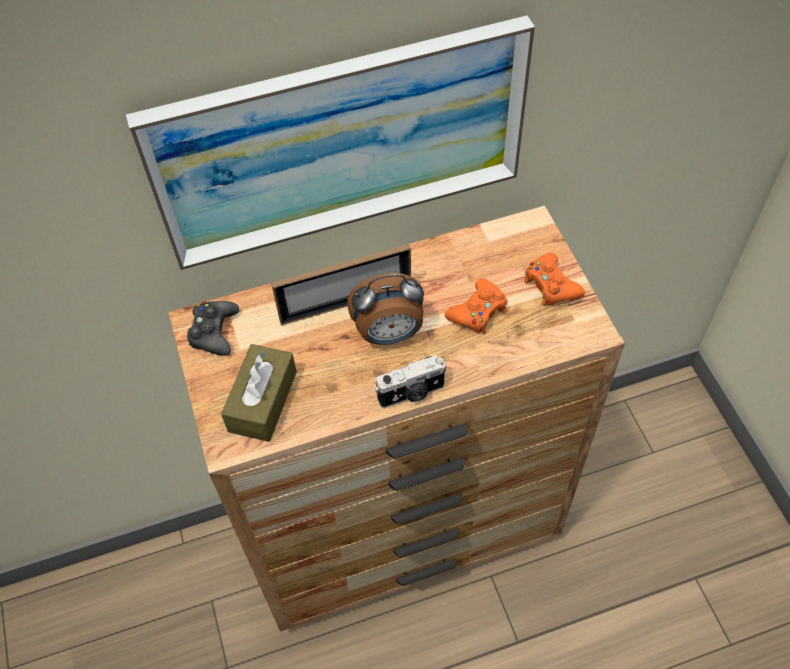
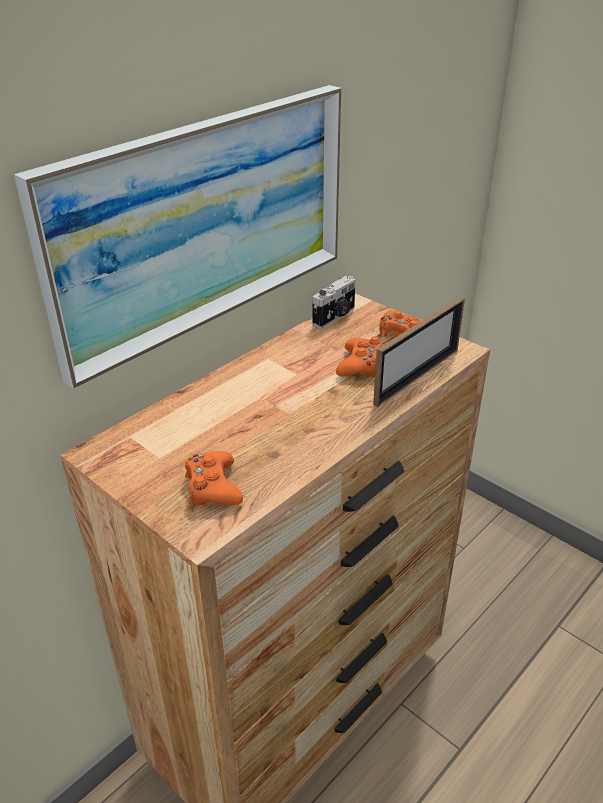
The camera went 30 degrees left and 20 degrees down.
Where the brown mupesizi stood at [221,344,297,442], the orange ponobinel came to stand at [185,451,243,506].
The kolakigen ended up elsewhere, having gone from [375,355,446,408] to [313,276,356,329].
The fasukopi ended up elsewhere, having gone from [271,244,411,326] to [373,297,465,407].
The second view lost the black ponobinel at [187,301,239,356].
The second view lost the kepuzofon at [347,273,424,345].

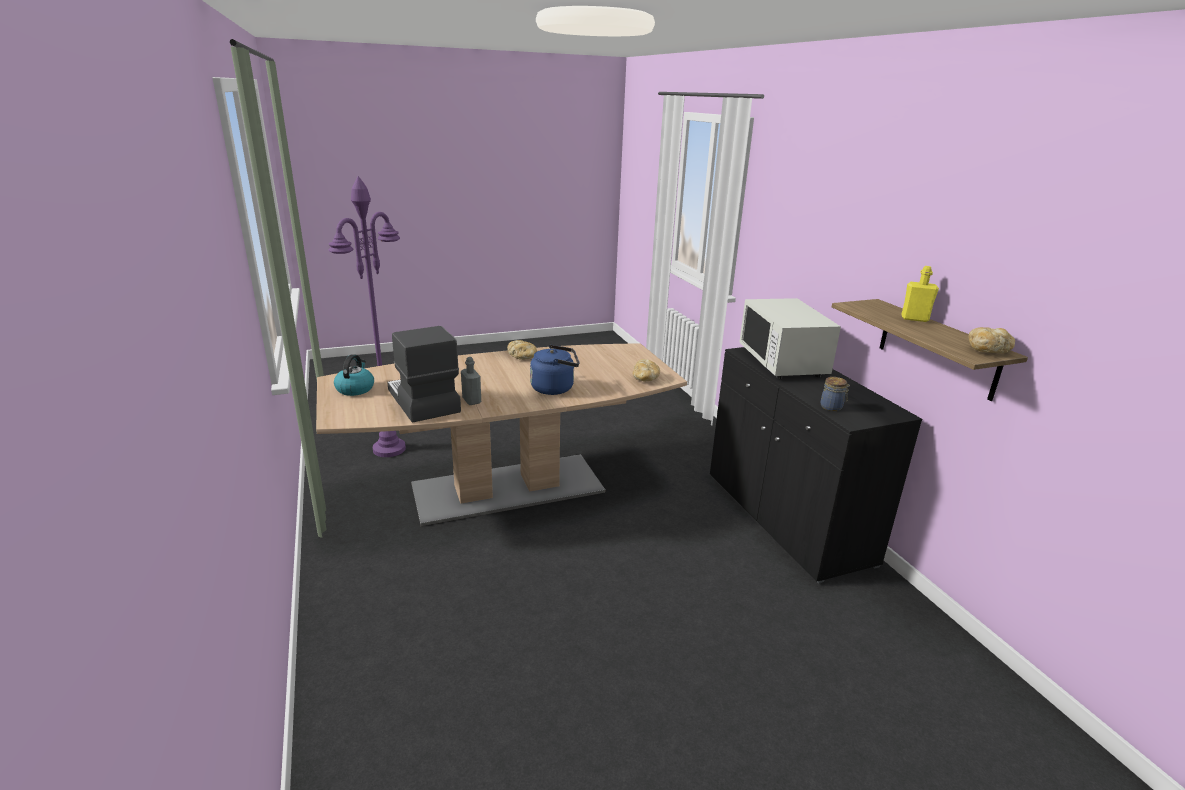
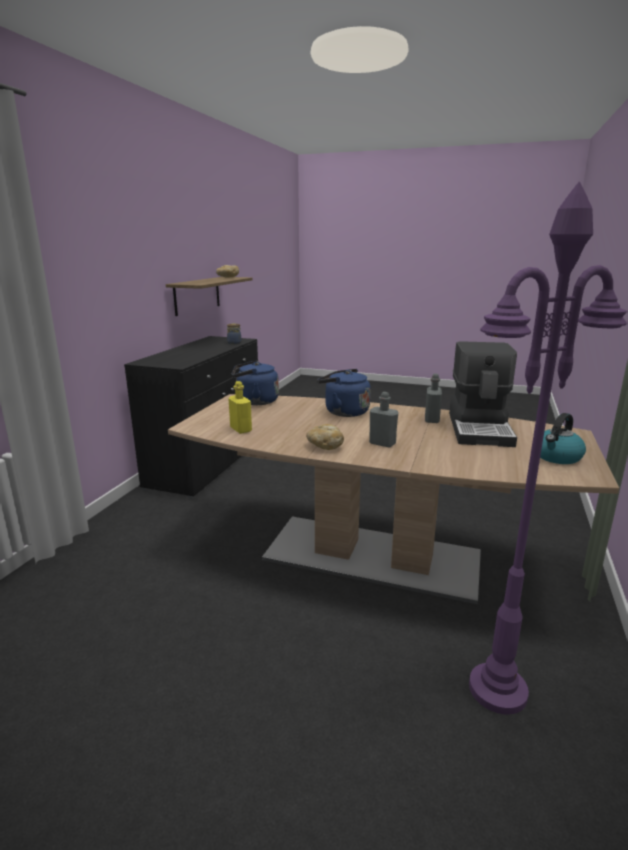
The camera went 140 degrees left and 5 degrees down.
The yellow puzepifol ended up elsewhere, having gone from [901,266,939,322] to [228,381,252,434].
Where the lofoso stood at [632,359,660,381], the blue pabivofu came to stand at [231,360,279,405].
The second view gained the grey puzepifol at [369,392,398,447].
The second view lost the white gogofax at [739,298,841,379].

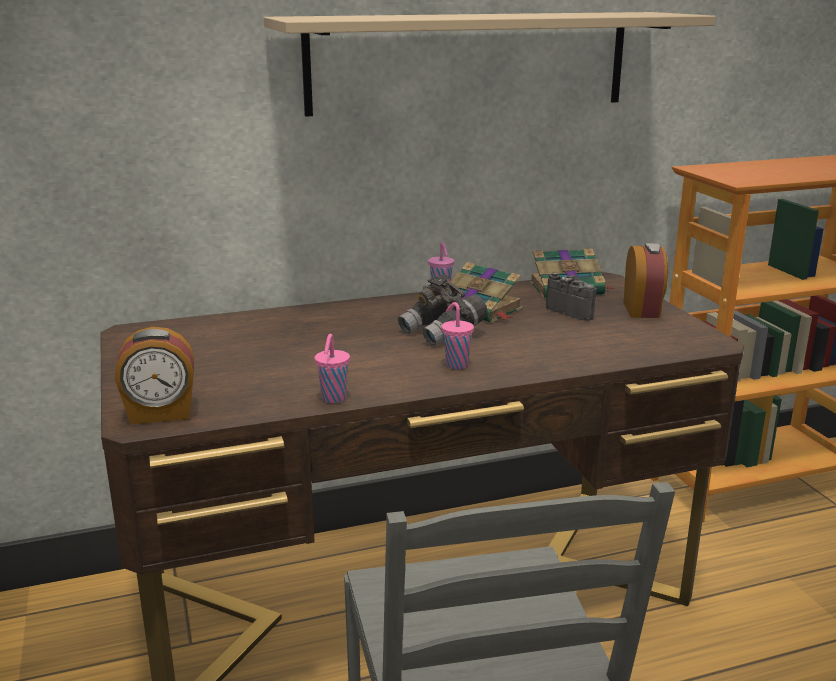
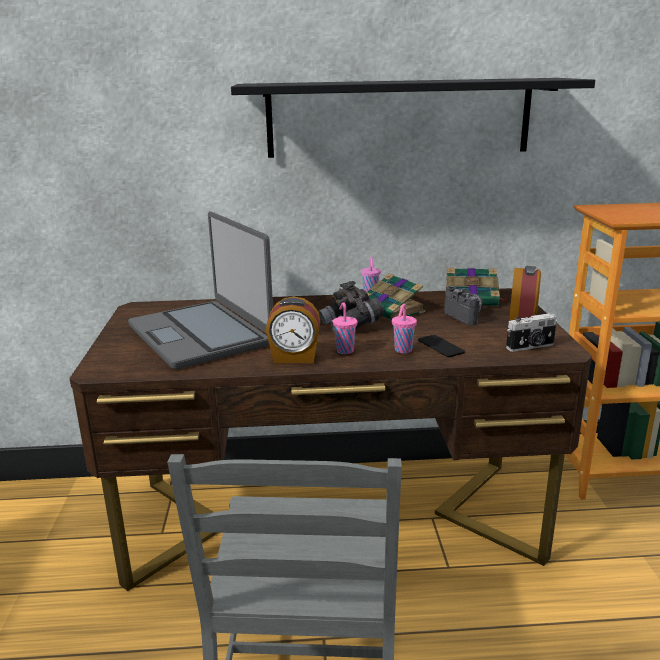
The camera went 15 degrees right and 0 degrees up.
The second view gained the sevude at [128,211,273,370].
What was the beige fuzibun at [264,12,716,117] turned into the black fuzibun at [231,78,595,158].
The kepuzofon ended up elsewhere, having gone from [115,327,194,424] to [266,297,320,363].
The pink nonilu ended up elsewhere, having gone from [315,334,350,403] to [392,304,417,353].
The second view gained the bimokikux at [418,335,465,357].
The second view gained the kolakigen at [506,313,557,352].

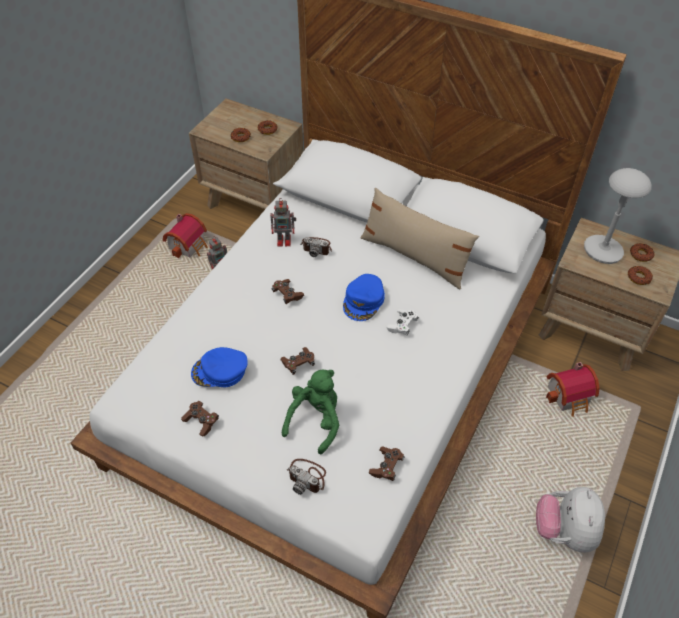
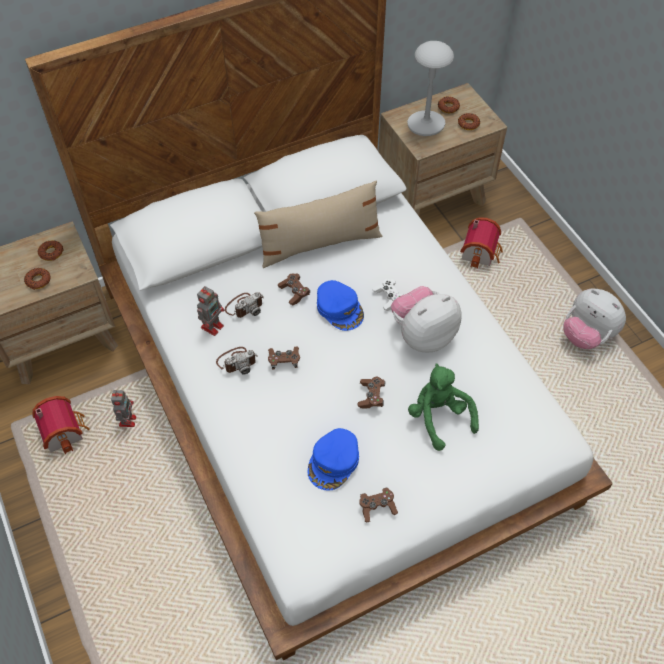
The camera went 55 degrees left and 5 degrees up.
The kolakigen ended up elsewhere, having gone from [287,459,326,495] to [216,347,258,375].
The brown ponobinel ended up elsewhere, having gone from [369,446,405,481] to [278,273,310,305].
The second view gained the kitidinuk at [391,286,462,352].

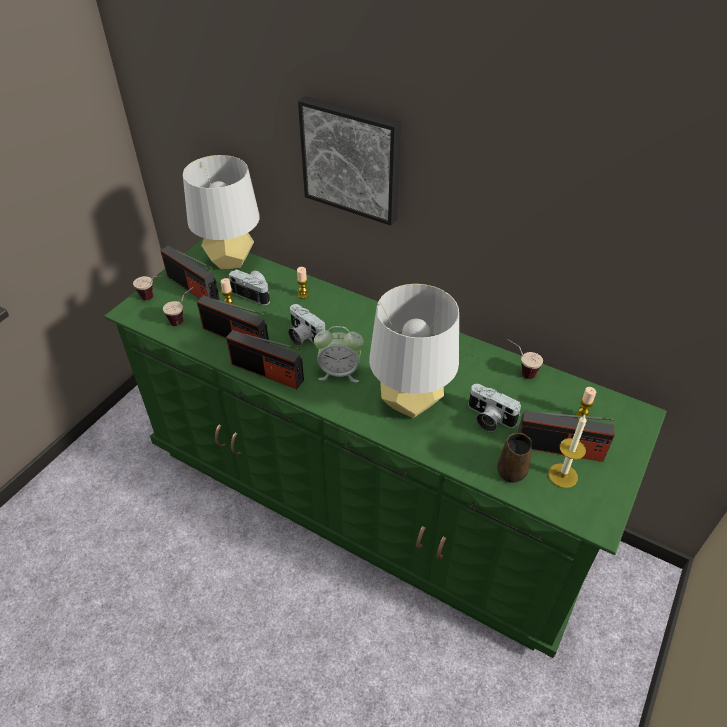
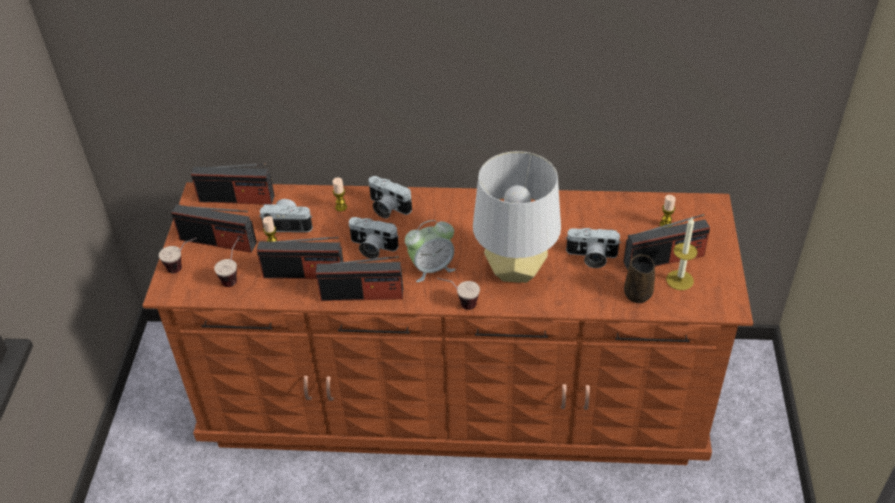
The camera went 25 degrees left and 0 degrees up.
What was the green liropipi at [104,239,667,658] turned into the brown liropipi at [142,182,753,465].
Where the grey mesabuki stood at [183,155,260,269], the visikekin came to stand at [191,163,275,205].
The second view gained the kolakigen at [369,176,412,218].
The nonilu ended up elsewhere, having gone from [507,339,543,379] to [437,278,480,310].
The second view lost the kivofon at [298,96,401,226].

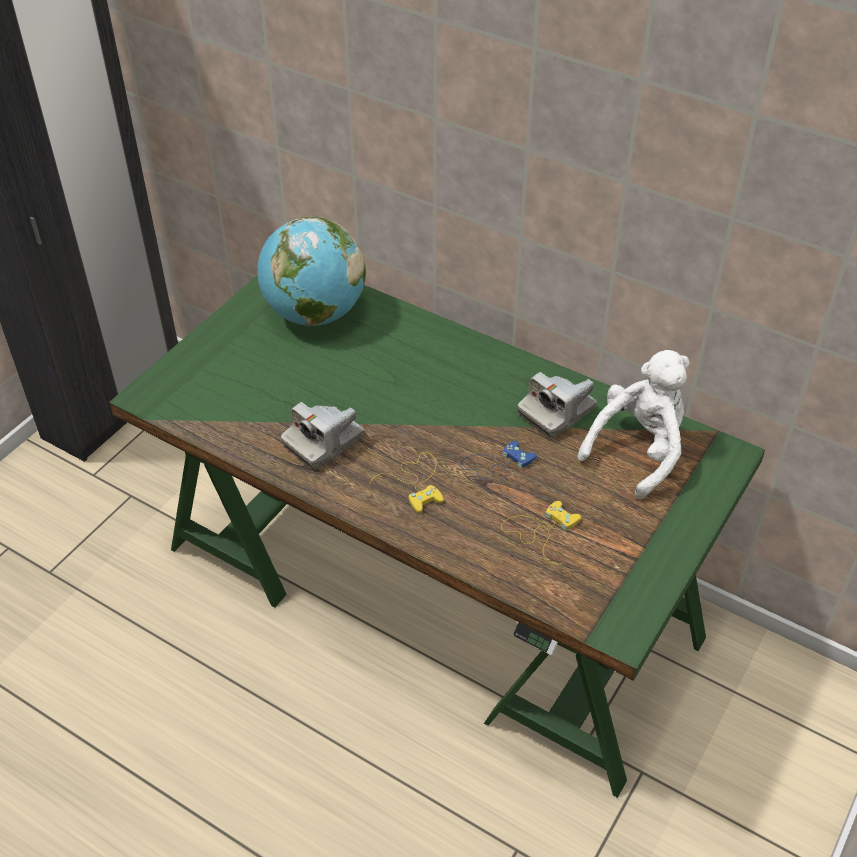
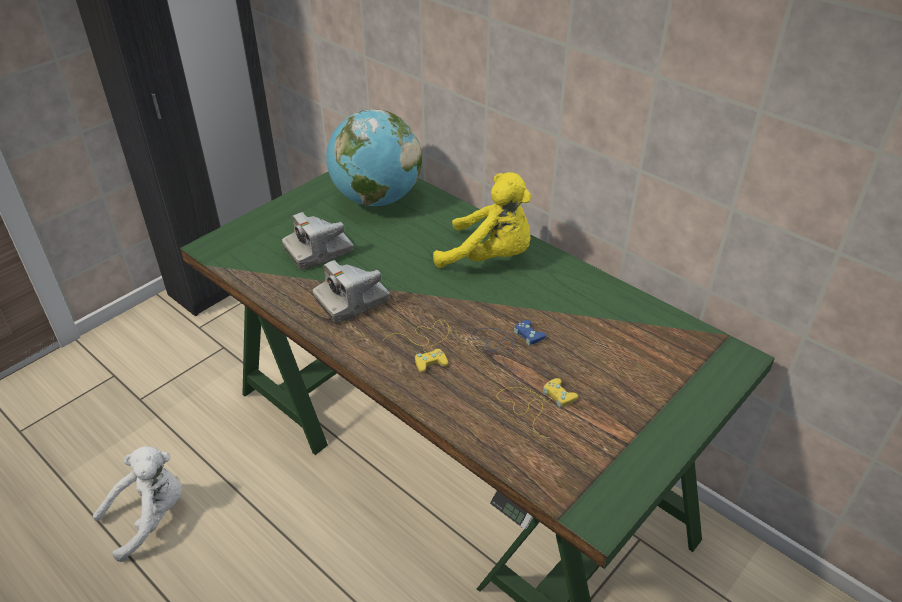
The camera went 10 degrees right and 5 degrees down.
The white kitidinuk ended up elsewhere, having gone from [578,350,690,499] to [93,446,182,562].
The kolakigen ended up elsewhere, having gone from [517,372,597,438] to [282,212,353,270].
The second view gained the yellow kitidinuk at [433,172,531,268].

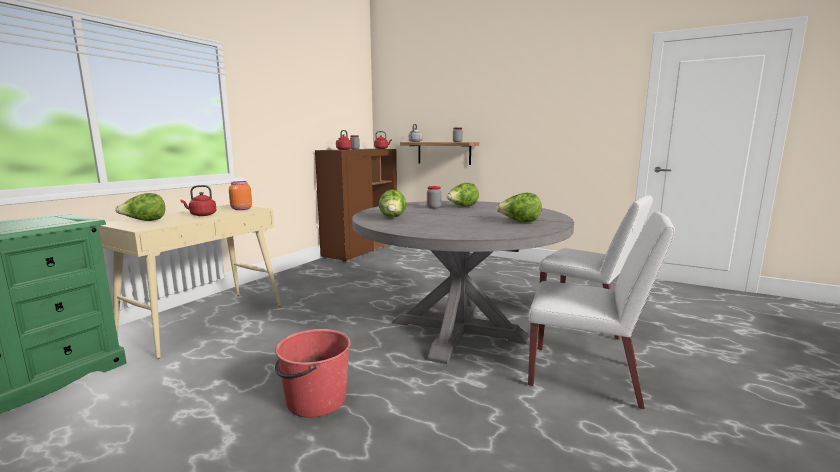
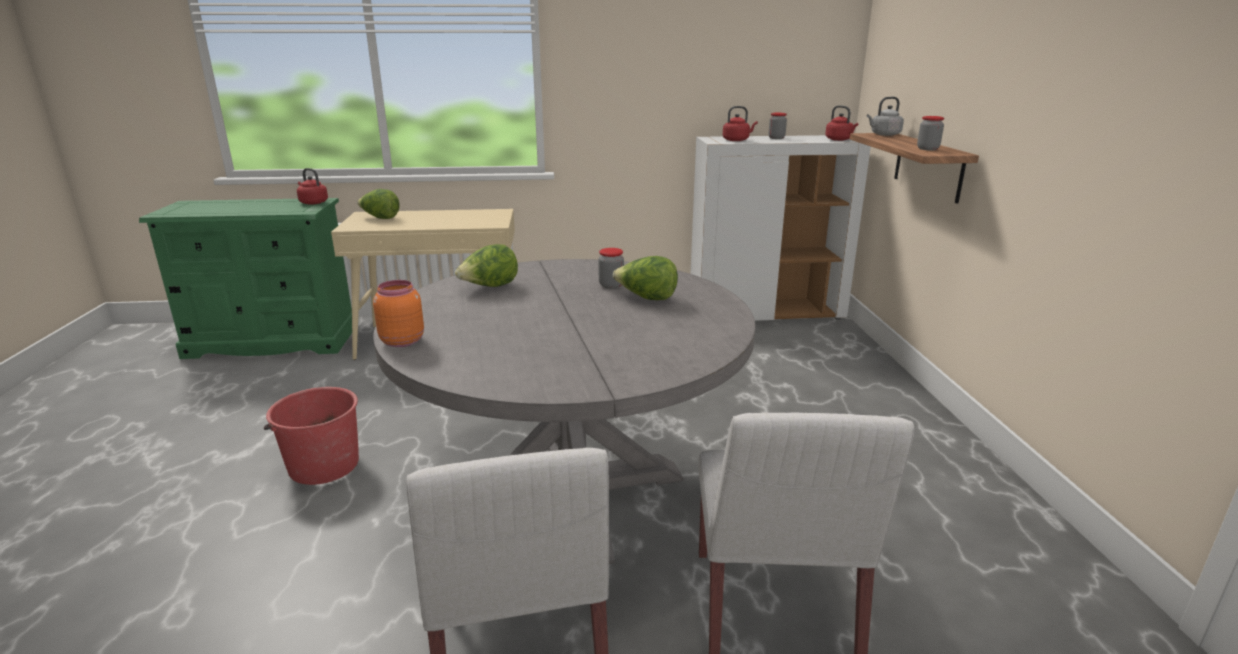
The camera went 55 degrees right and 10 degrees up.
The red pabivofu ended up elsewhere, having gone from [180,185,216,216] to [297,168,328,205].
The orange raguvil ended up elsewhere, having gone from [229,181,252,210] to [373,280,424,347].
What was the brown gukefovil at [315,149,397,262] turned into the white gukefovil at [691,135,871,321].
The second view lost the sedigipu at [496,193,542,222].

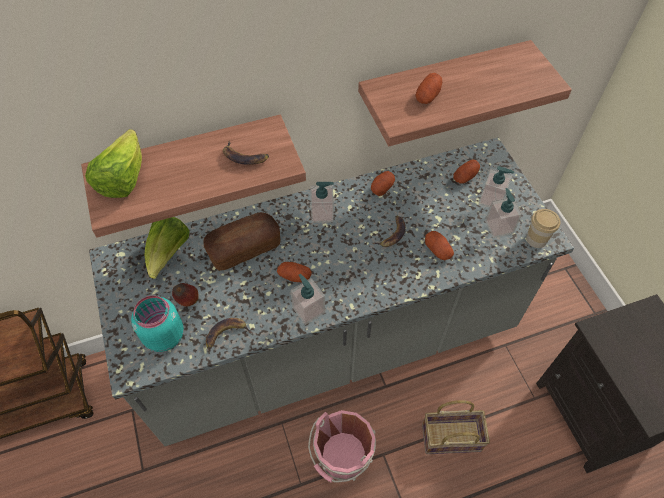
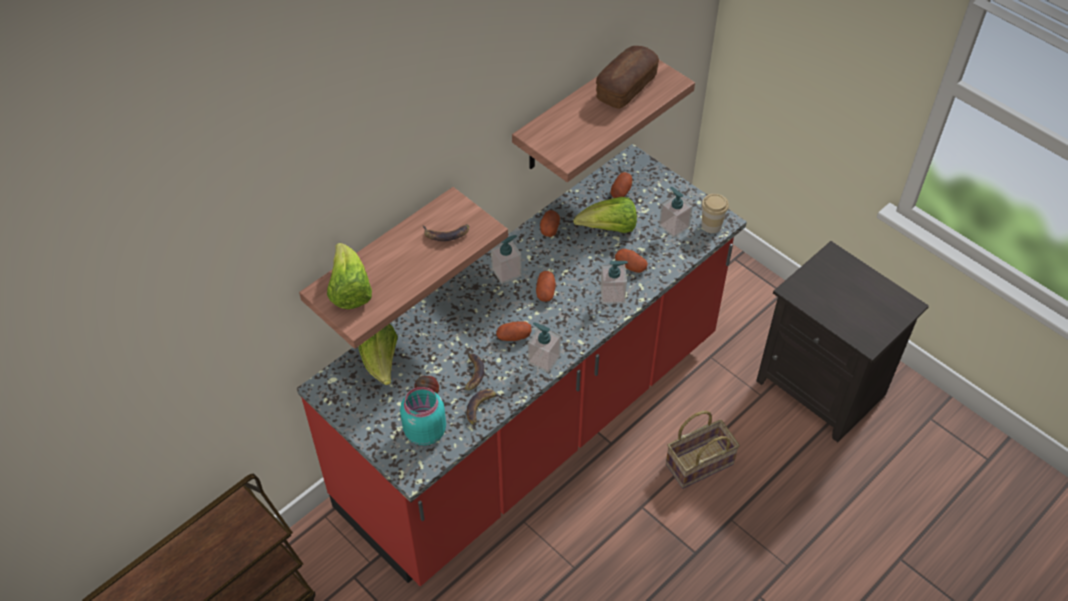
The camera went 25 degrees left and 5 degrees down.
What was the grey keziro at [89,137,574,446] turned into the red keziro at [297,144,747,586].
The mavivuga ended up elsewhere, having gone from [372,215,406,247] to [456,353,485,392].
The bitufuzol ended up elsewhere, having gone from [415,73,442,104] to [536,271,556,302].
The second view gained the sedigipu at [573,197,637,233].
The lofoso ended up elsewhere, having gone from [203,212,280,271] to [596,46,659,109].
The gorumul ended up elsewhere, having gone from [479,166,514,208] to [600,261,628,304].
The second view lost the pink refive at [308,410,376,483].

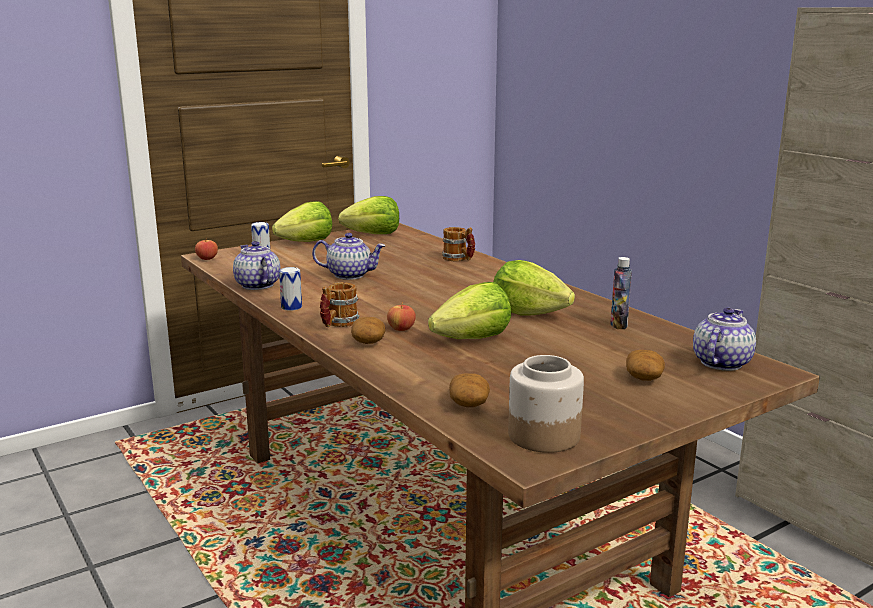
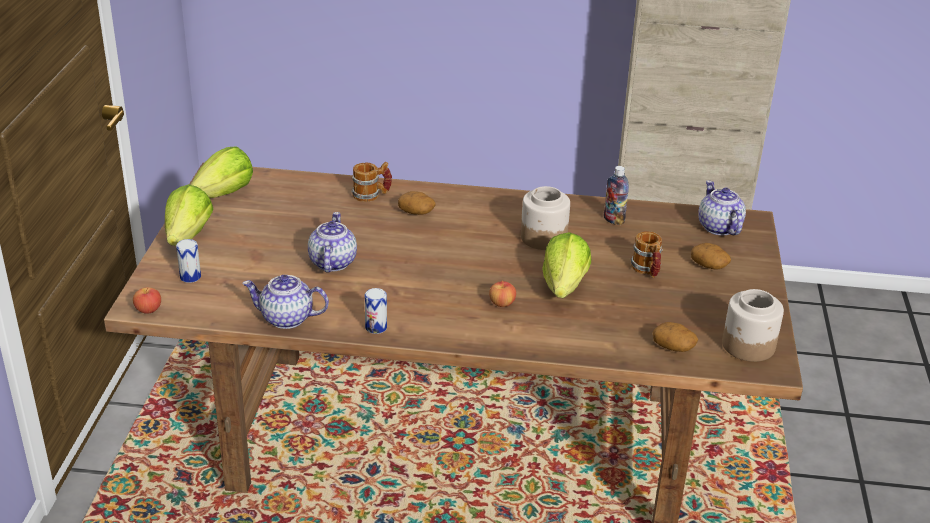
The camera went 50 degrees left and 15 degrees up.
The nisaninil at [312,233,386,280] ended up facing another way, 45 degrees counterclockwise from before.
The bitufuzol ended up elsewhere, having gone from [351,317,385,344] to [398,191,436,215].
Where the sedigipu stood at [493,260,575,316], the raguvil came to stand at [521,186,570,250].
The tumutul ended up elsewhere, having gone from [320,282,360,327] to [630,231,663,278].

